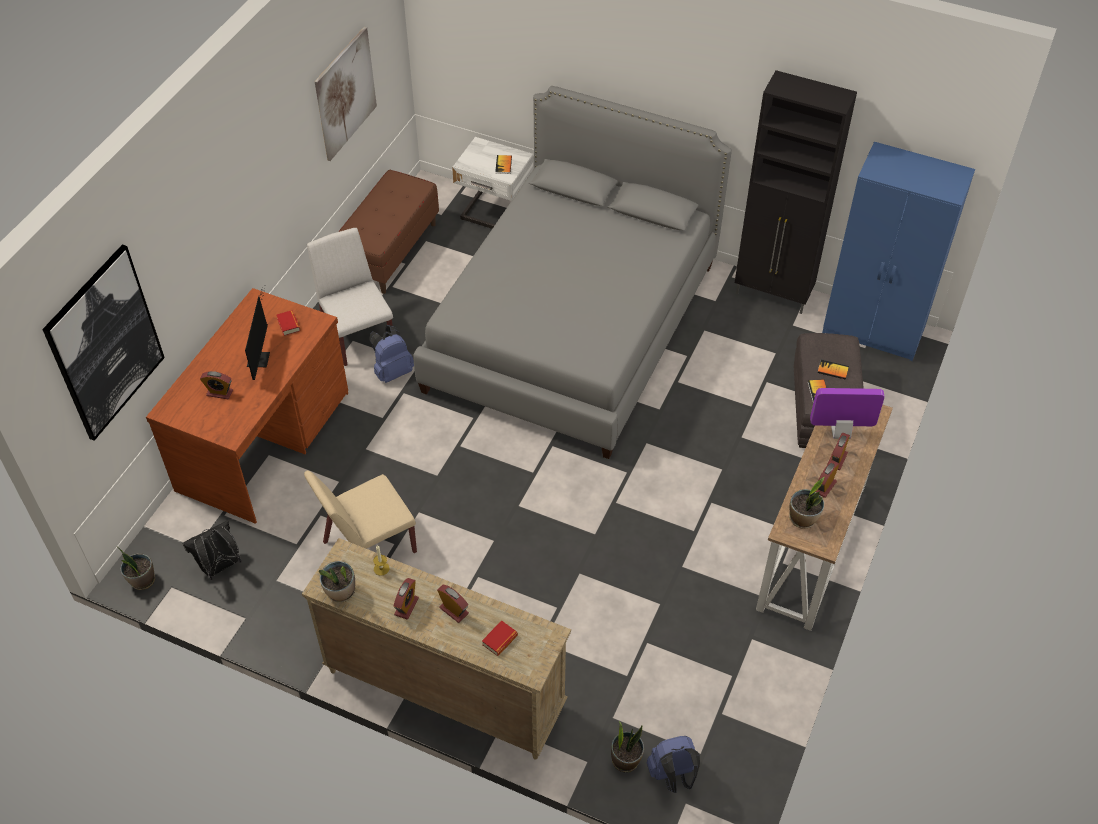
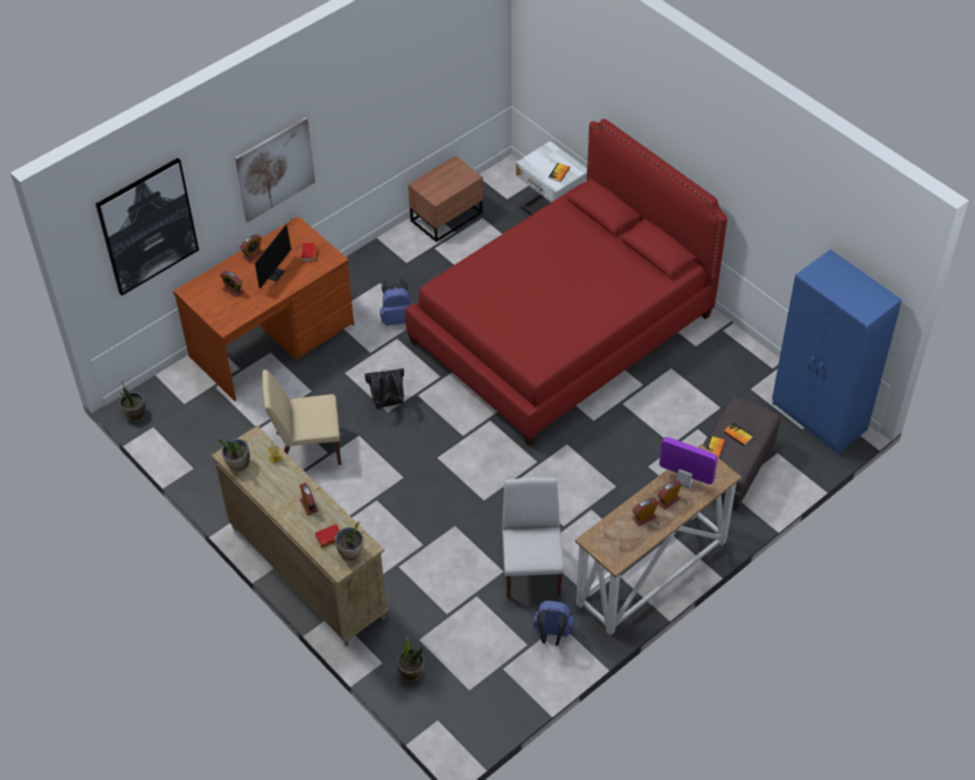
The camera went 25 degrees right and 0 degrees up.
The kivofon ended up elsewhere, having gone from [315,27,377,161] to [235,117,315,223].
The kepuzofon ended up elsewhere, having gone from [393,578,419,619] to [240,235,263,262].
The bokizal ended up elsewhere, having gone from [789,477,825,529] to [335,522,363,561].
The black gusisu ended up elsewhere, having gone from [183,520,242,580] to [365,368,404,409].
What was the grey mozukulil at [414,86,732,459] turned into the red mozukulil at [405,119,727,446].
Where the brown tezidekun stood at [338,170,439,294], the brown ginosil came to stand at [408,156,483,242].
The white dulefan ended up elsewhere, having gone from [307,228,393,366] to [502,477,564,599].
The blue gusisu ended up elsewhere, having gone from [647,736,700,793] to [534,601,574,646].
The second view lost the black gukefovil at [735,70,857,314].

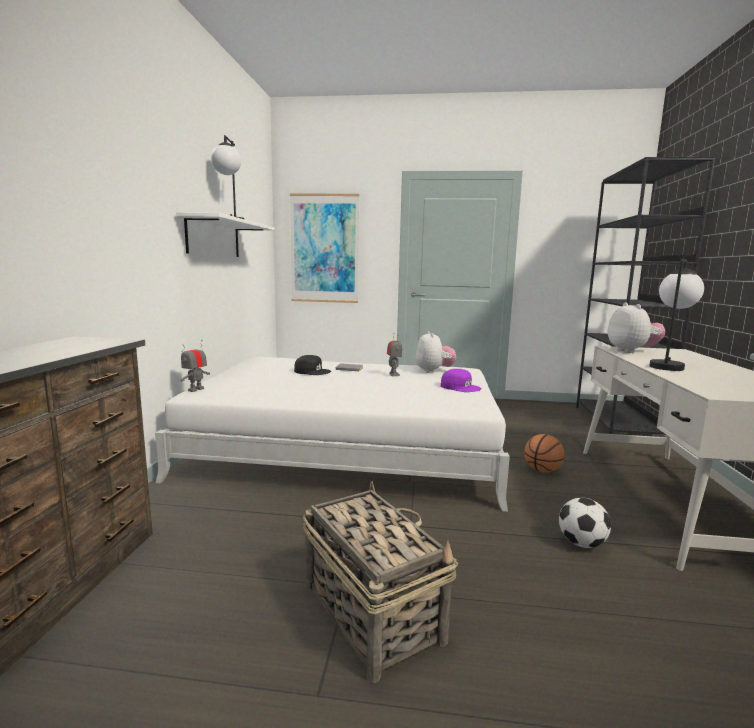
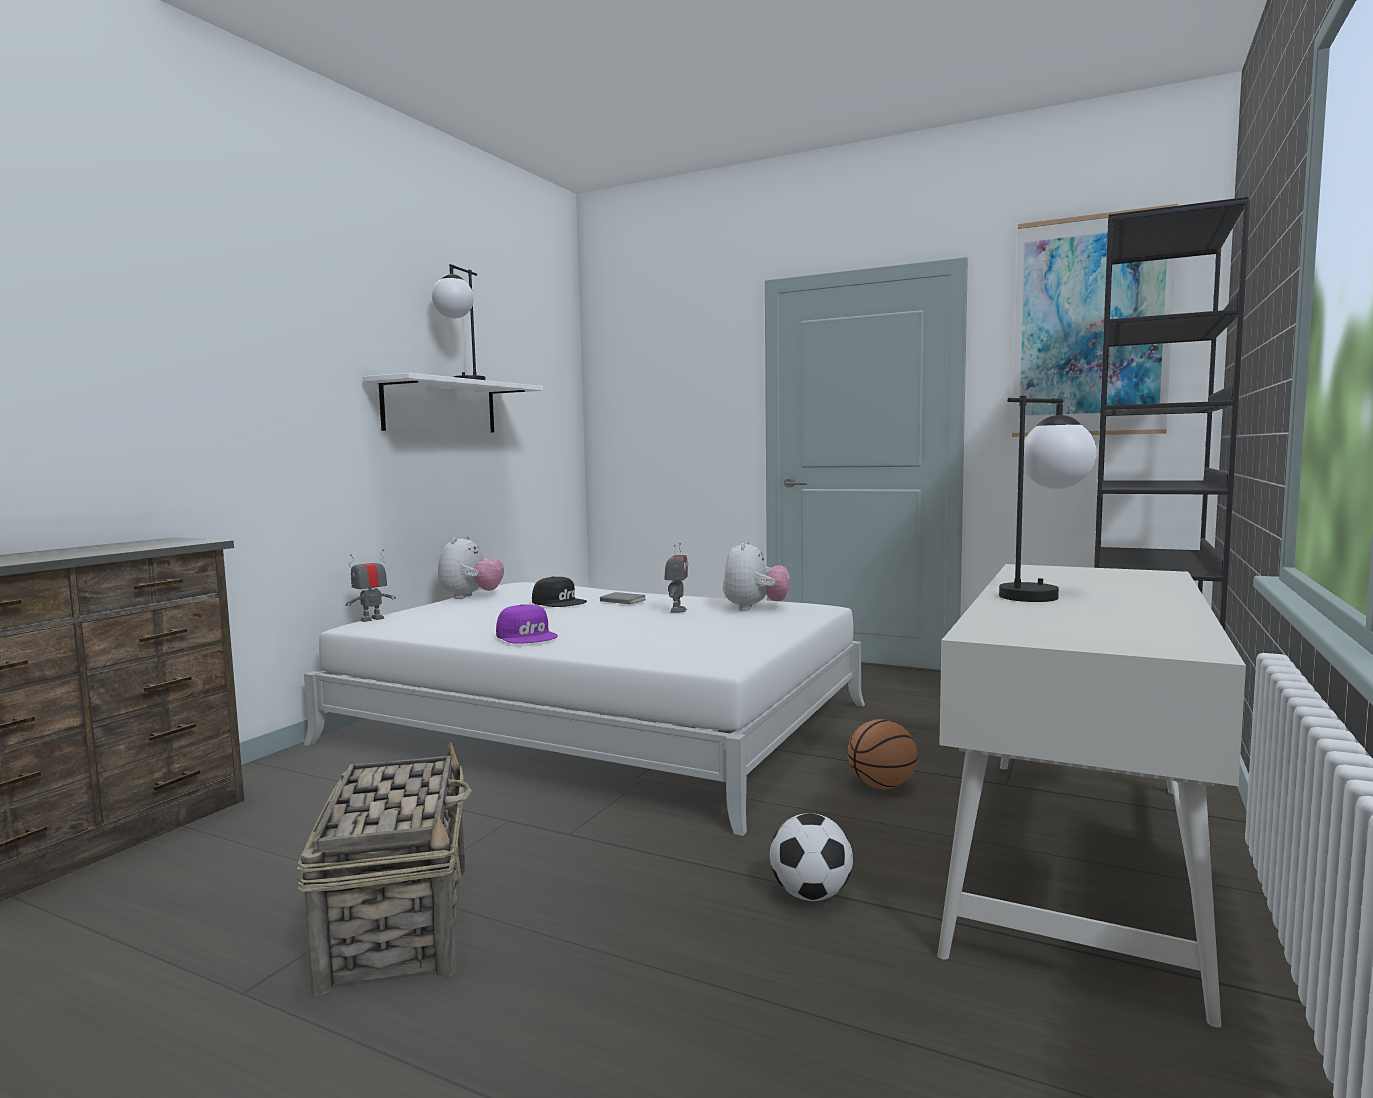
The camera went 20 degrees right and 5 degrees down.
The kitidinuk ended up elsewhere, having gone from [607,303,665,353] to [438,535,504,599].
The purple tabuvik ended up elsewhere, having gone from [441,369,482,392] to [496,604,558,644].
The kivofon ended up elsewhere, having gone from [290,194,359,303] to [1012,204,1178,437].

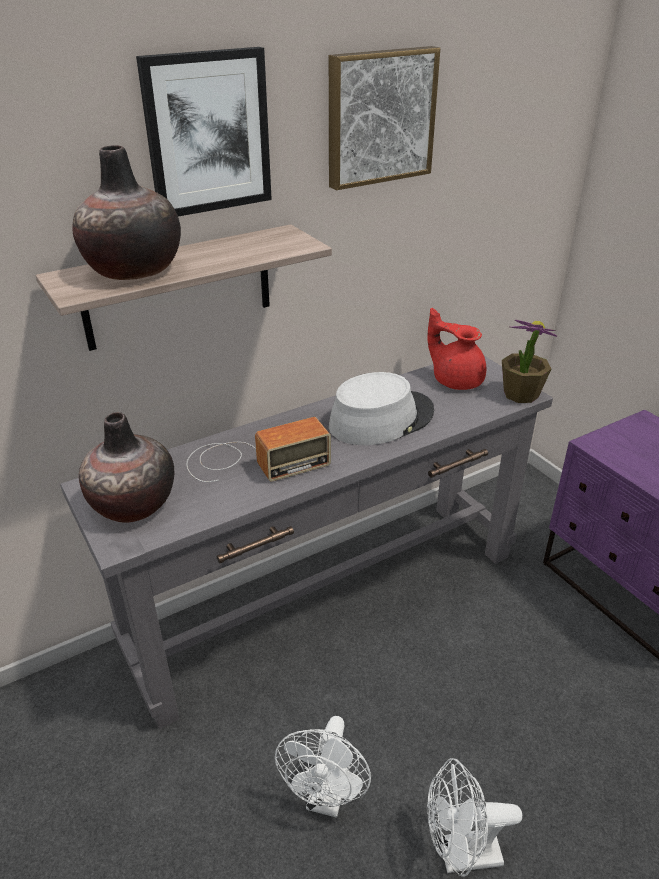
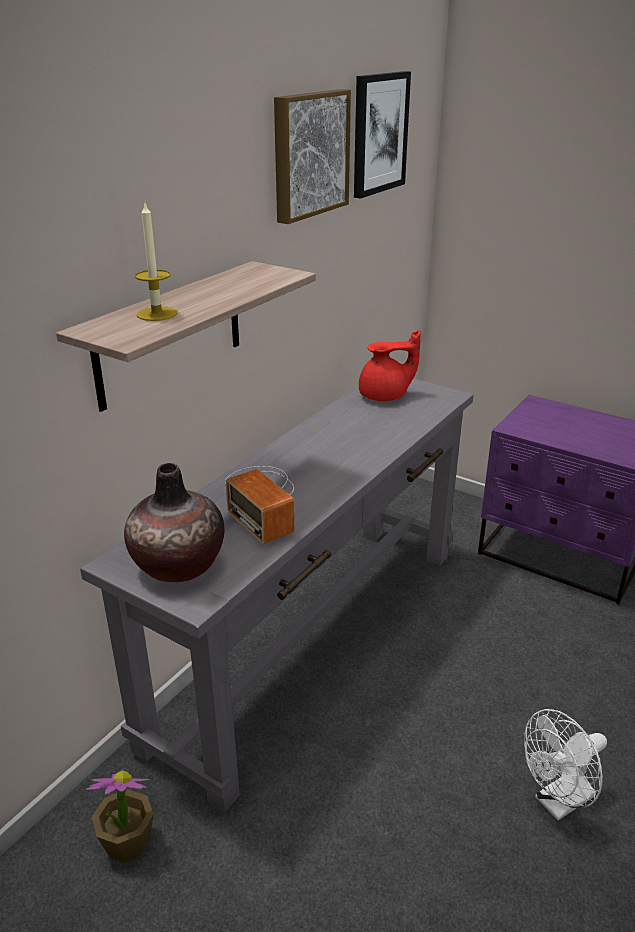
The camera went 25 degrees left and 5 degrees down.
The bokizal ended up elsewhere, having gone from [502,320,557,403] to [86,771,154,863].
Where the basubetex stood at [72,145,181,280], the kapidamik came to stand at [135,203,177,321].
The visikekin at [186,417,331,482] ended up facing another way, 105 degrees clockwise from before.
The kivofon ended up elsewhere, having gone from [136,47,272,217] to [354,71,411,199].
The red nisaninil at [428,308,486,390] ended up facing another way, 150 degrees clockwise from before.
The second view lost the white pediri at [275,716,371,818].
The second view lost the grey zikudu at [329,372,434,445].

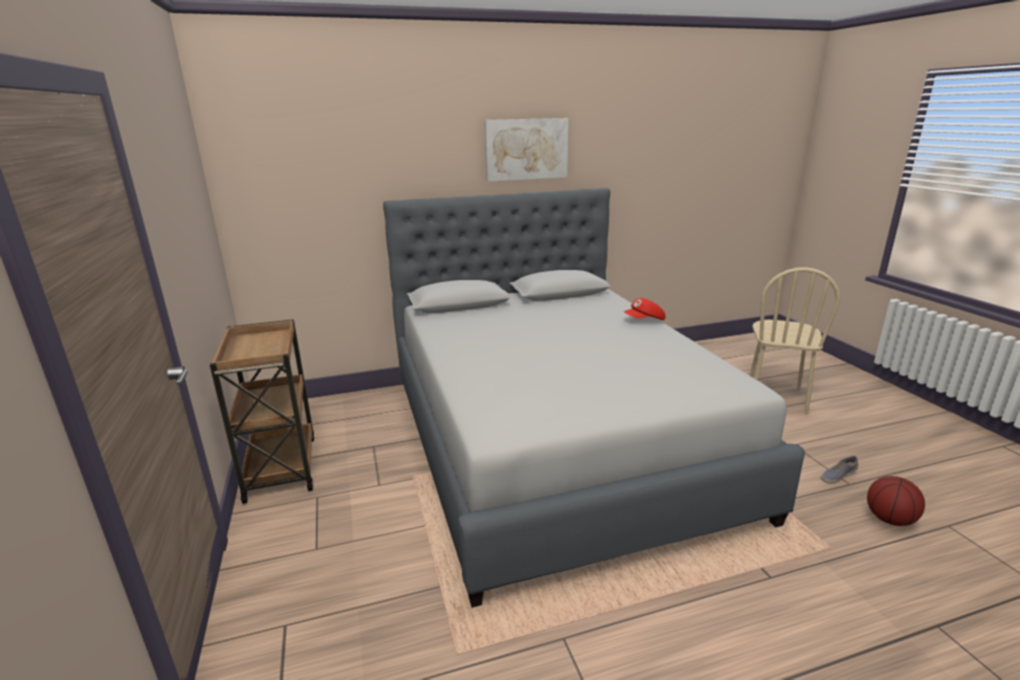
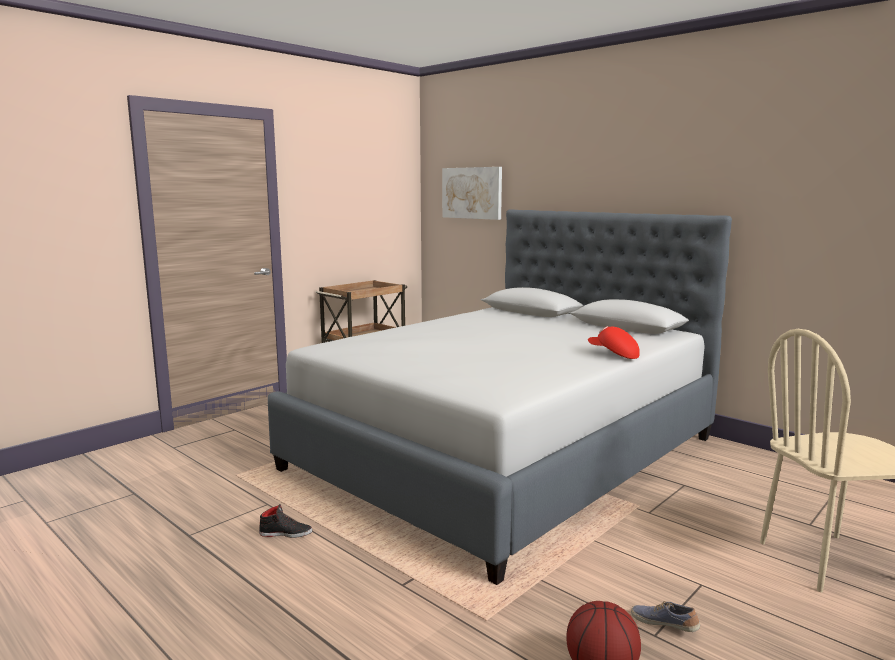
The camera went 60 degrees right and 10 degrees down.
The second view gained the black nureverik at [259,504,312,538].
The kivofon ended up elsewhere, having gone from [484,118,568,181] to [442,167,502,220].

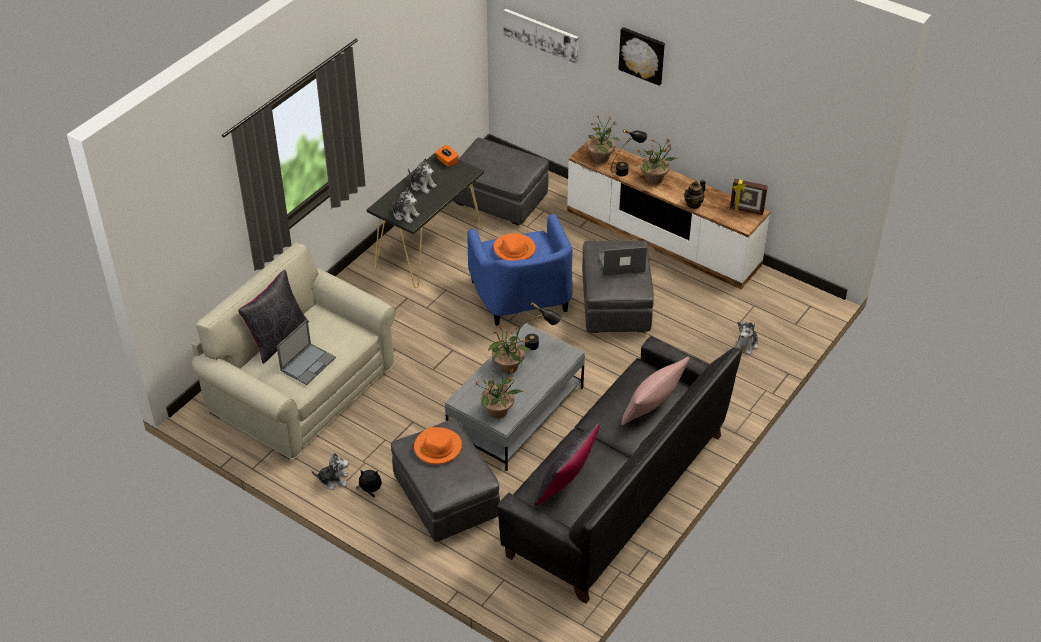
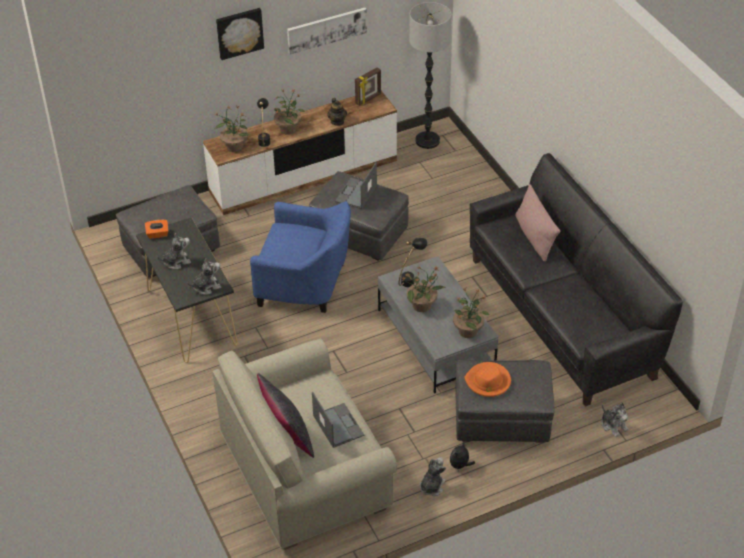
The camera went 60 degrees left and 0 degrees up.
The kivofon ended up elsewhere, having gone from [503,9,579,64] to [287,8,367,55].
The second view gained the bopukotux at [409,2,451,149].
The kitidinuk ended up elsewhere, having gone from [736,322,758,355] to [602,403,629,437].
The second view lost the orange zikudu at [494,233,535,261].
The second view lost the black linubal at [534,423,600,506].

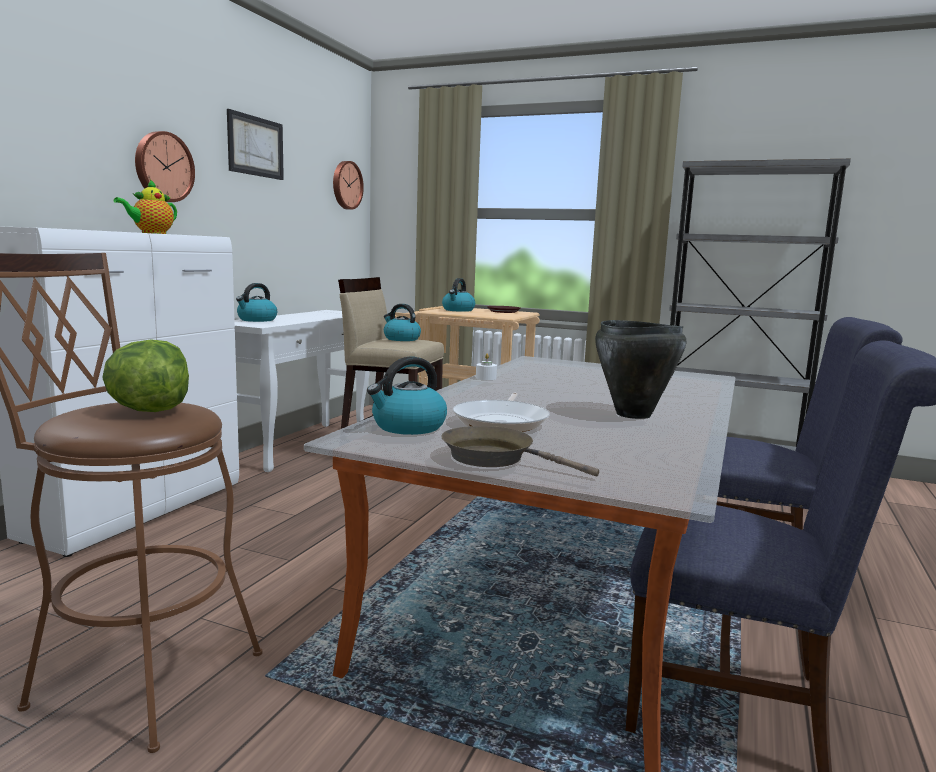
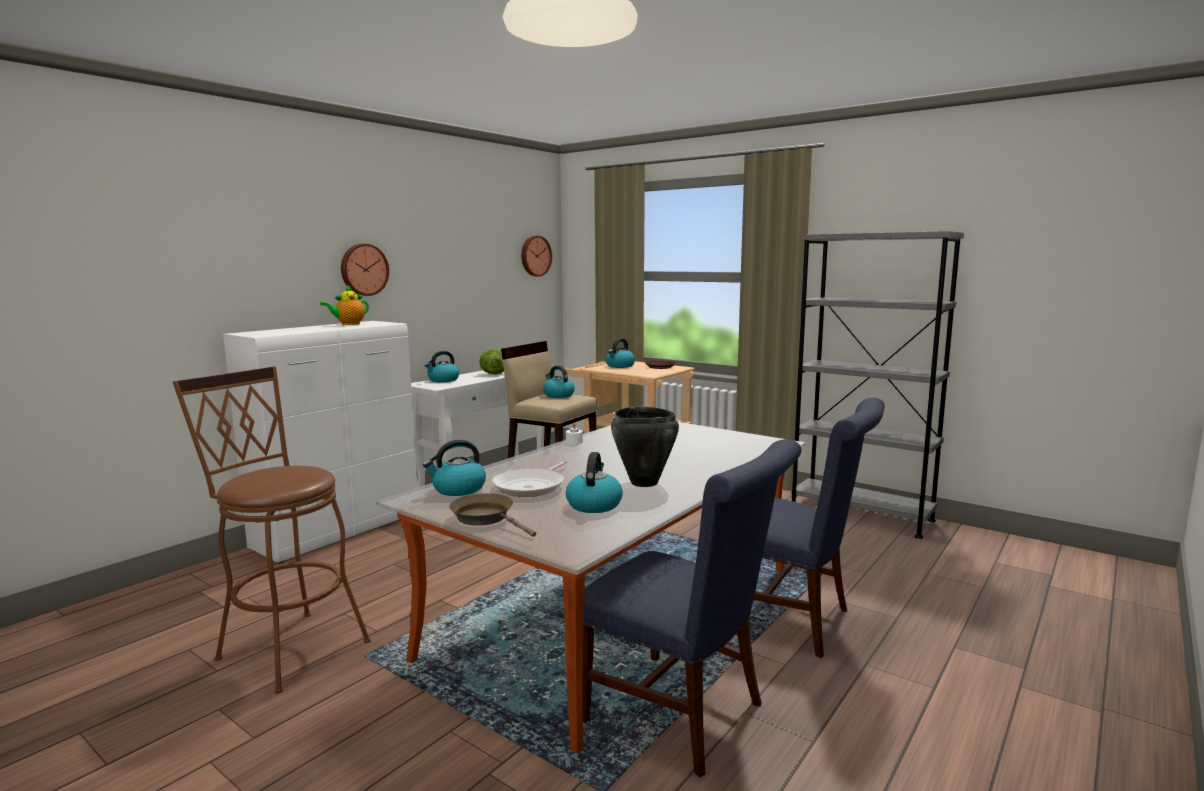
The camera went 15 degrees right and 0 degrees up.
The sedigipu ended up elsewhere, having gone from [102,339,189,412] to [479,349,504,374].
The second view gained the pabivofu at [566,452,623,513].
The second view lost the kivofon at [227,109,284,180].

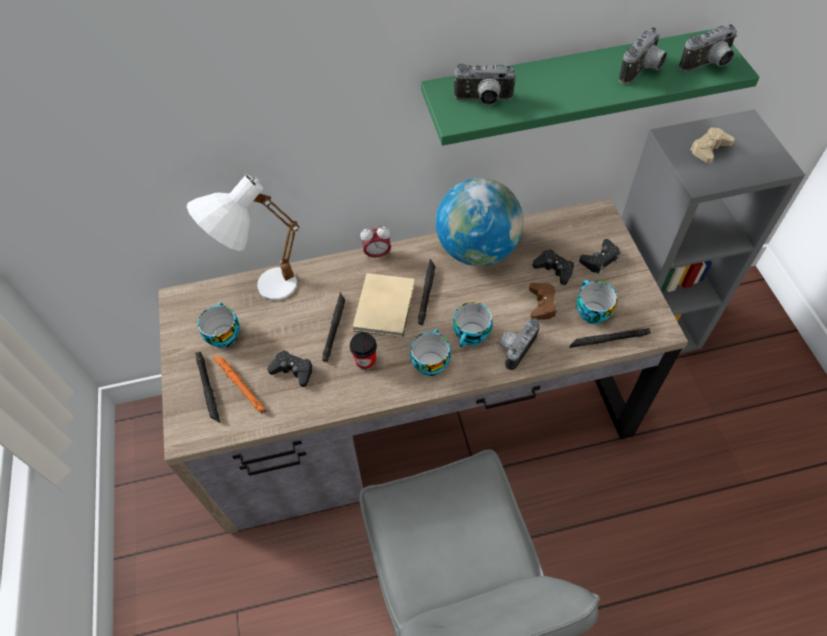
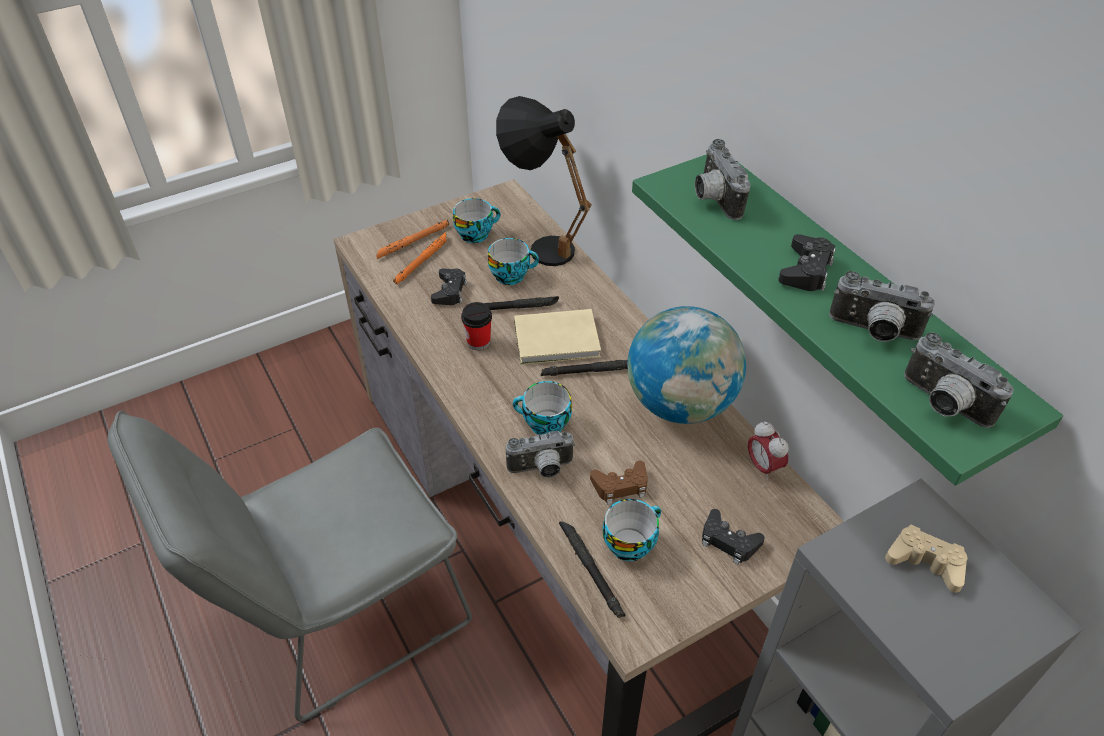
The camera went 70 degrees right and 10 degrees down.
What was the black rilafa at [195,352,220,423] turned into the orange rilafa at [377,220,449,259].
The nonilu ended up elsewhere, having gone from [410,329,451,376] to [488,238,539,285].
What was the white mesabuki at [187,174,300,301] turned into the black mesabuki at [496,96,592,266].
The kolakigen at [499,318,540,370] ended up facing another way, 150 degrees clockwise from before.
The kepuzofon ended up elsewhere, having gone from [360,226,391,260] to [748,421,789,480].
The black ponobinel ended up elsewhere, having gone from [532,249,574,285] to [778,234,836,291].

